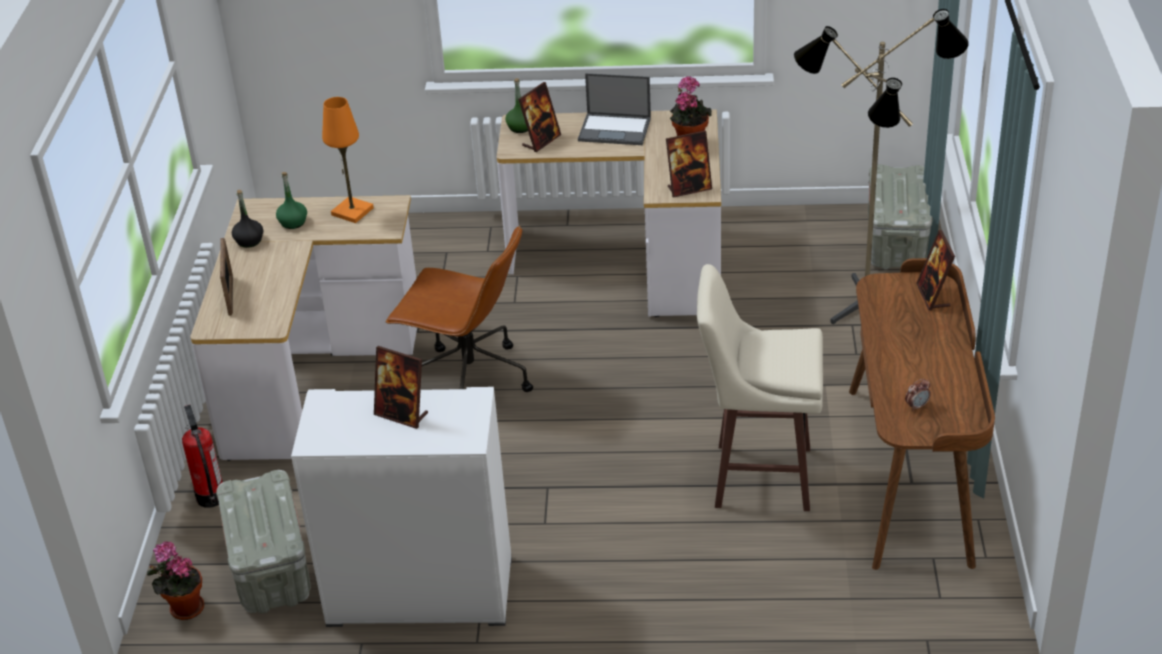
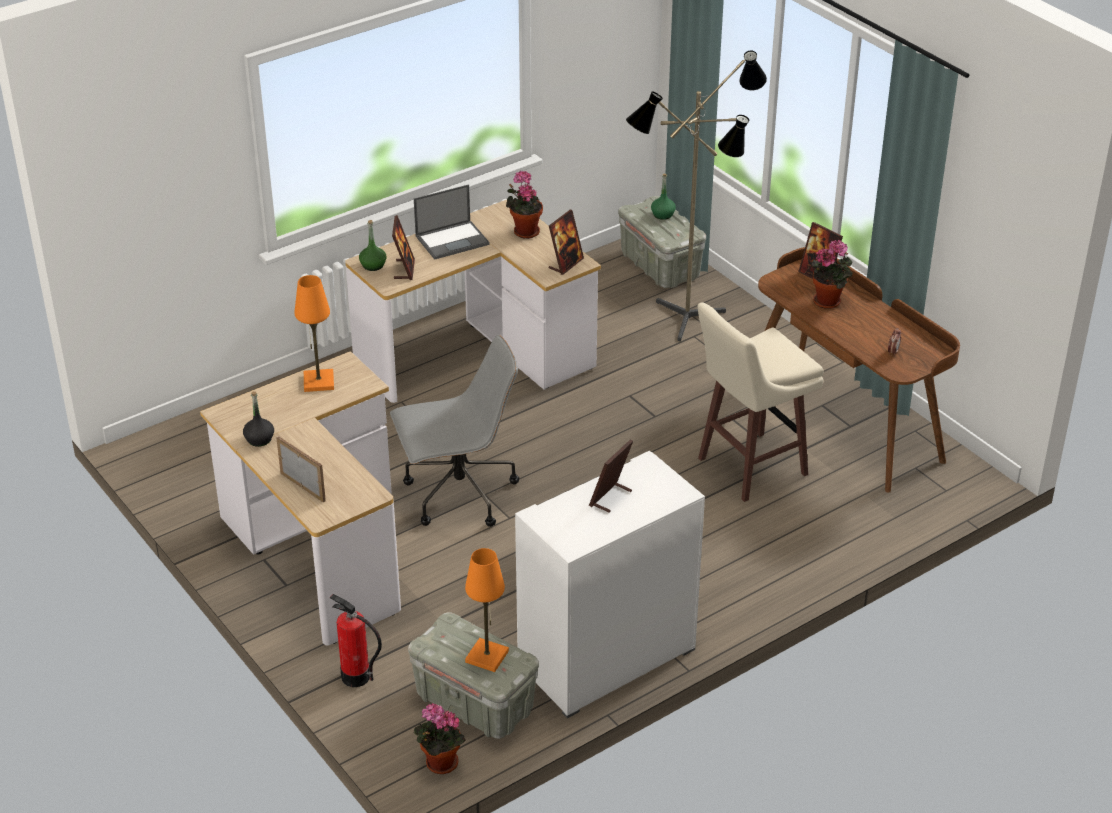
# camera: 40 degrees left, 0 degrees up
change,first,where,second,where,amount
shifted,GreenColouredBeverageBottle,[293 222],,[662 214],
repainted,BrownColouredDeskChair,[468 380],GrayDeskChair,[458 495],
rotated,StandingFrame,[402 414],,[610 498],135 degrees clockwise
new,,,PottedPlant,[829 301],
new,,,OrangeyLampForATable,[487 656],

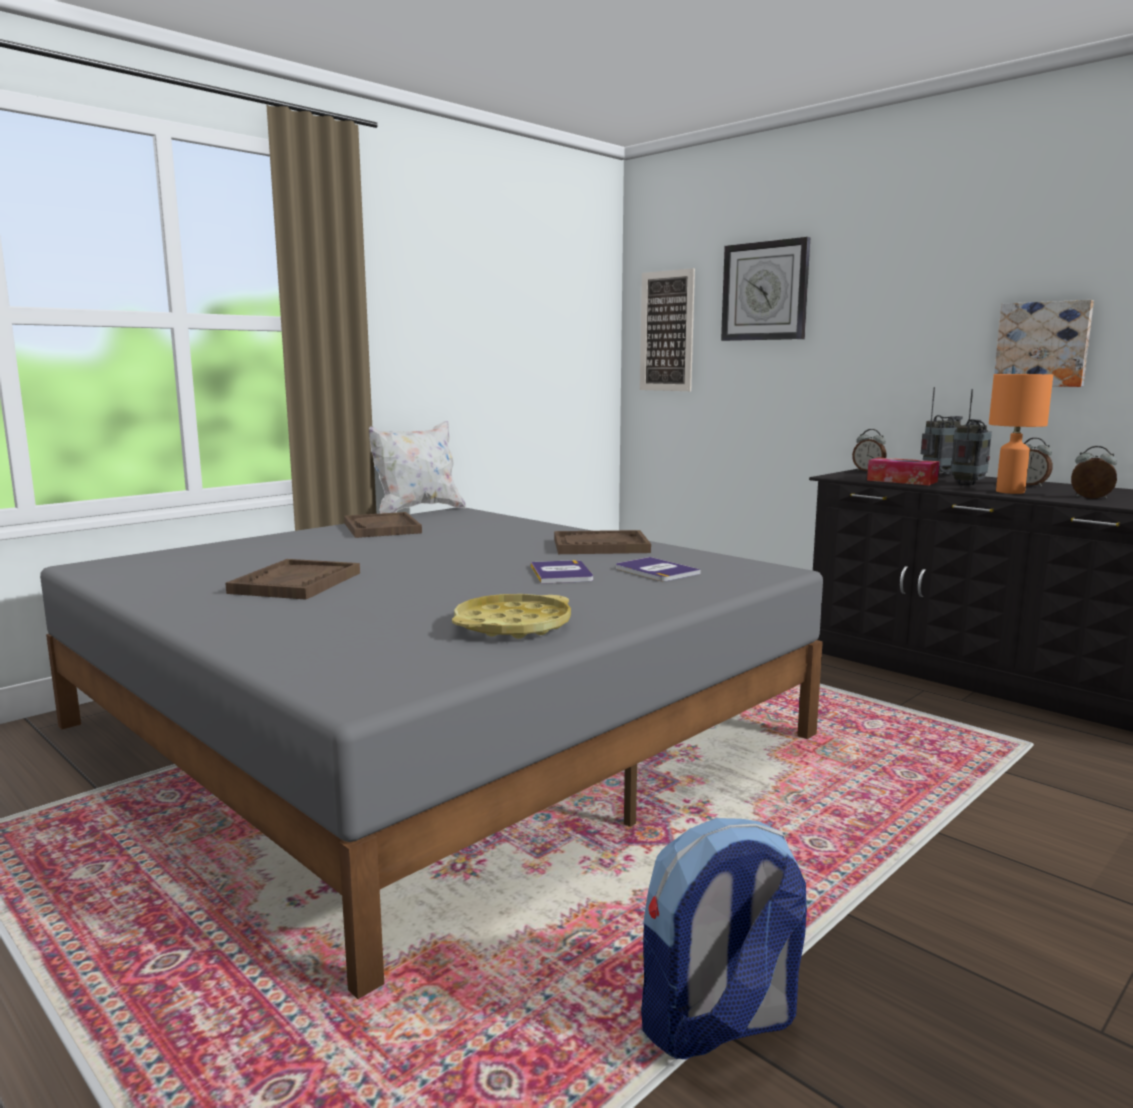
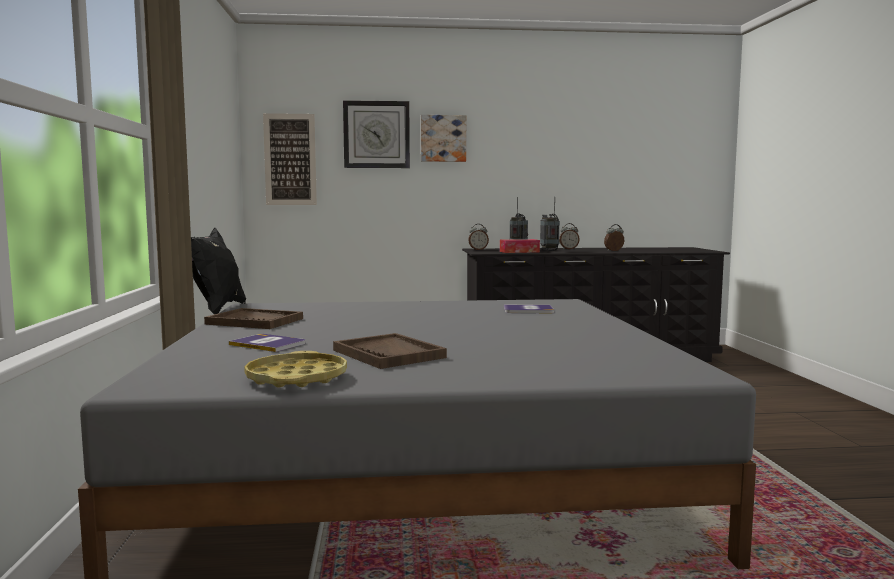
# camera: 50 degrees left, 5 degrees down
change,first,where,second,where,amount
shifted,Picture,[1043 344],,[443 138],
gone,OrangeyLampForATable,[1010 492],,,
repainted,WhiteColouredCushion,[417 510],BlackCushion,[216 309],
gone,BrownColouredTray,[600 546],,,
shifted,Volume,[561 573],,[268 344],
shifted,YellowTray,[512 626],,[296 378],
gone,Backpack,[718 1025],,,

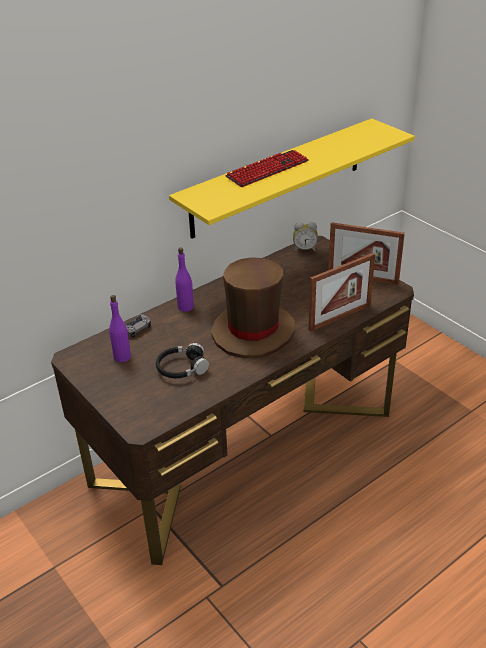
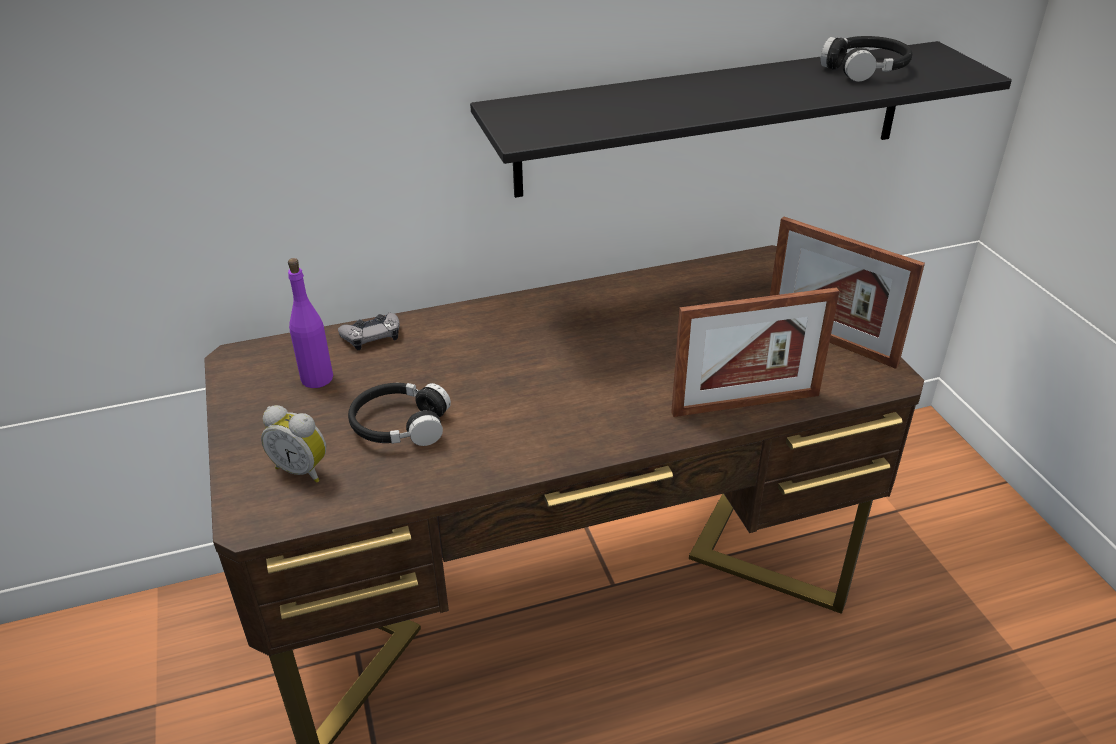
# camera: 20 degrees right, 0 degrees up
change,first,where,second,where,amount
repainted,YellowWallShelf,[278 177],BlackWallShelf,[714 119],
gone,ComputerKeyboard,[267 170],,,
shifted,BedsideClock,[305 249],,[303 469],
gone,PurplishBeverageBottle,[186 307],,,
gone,BrownColouredClothingHat,[253 332],,,
new,,,BlackHeadphones,[865 69],

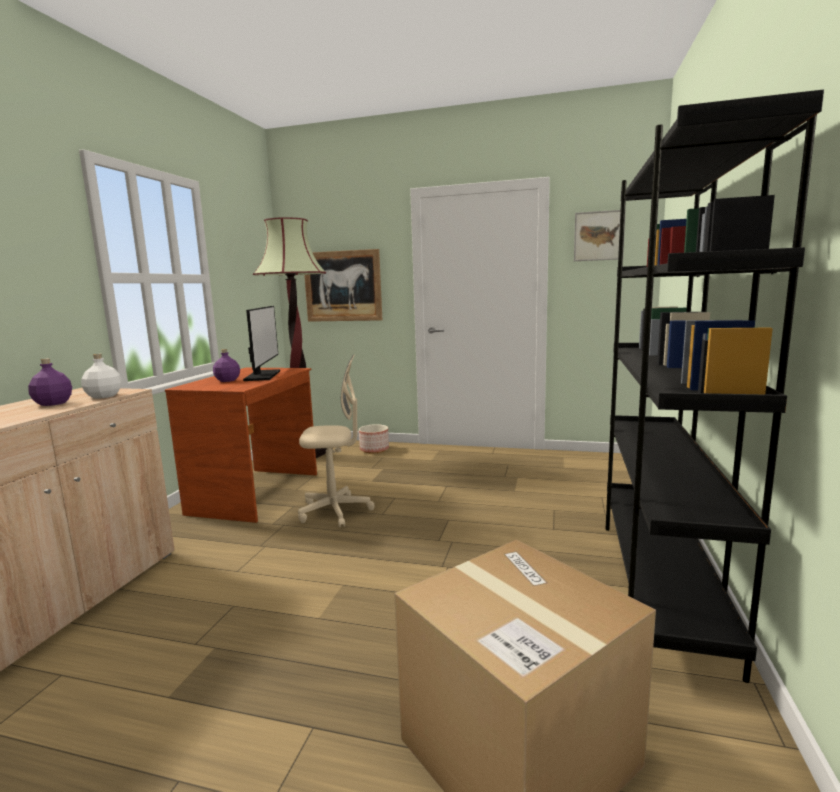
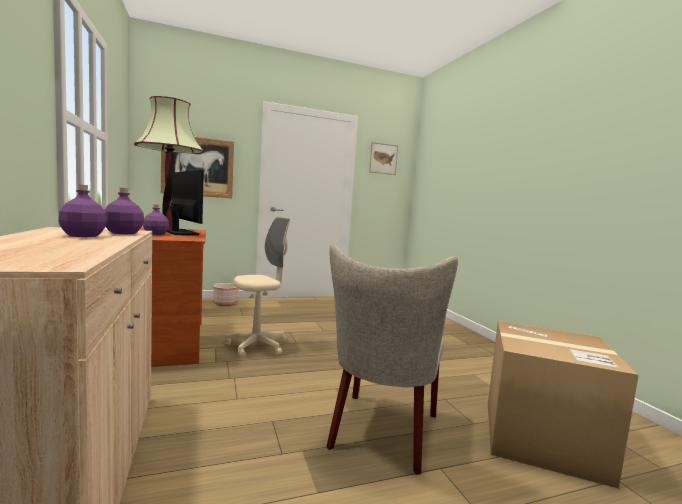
# camera: 35 degrees left, 5 degrees down
change,first,where,second,where,amount
gone,BlackBookcase,[658 579],,,
repainted,WhiteColouredBeverageBottle,[104 396],PurplishBeverageBottle,[123 233],
new,,,SandColouredPlainChair,[382 434],

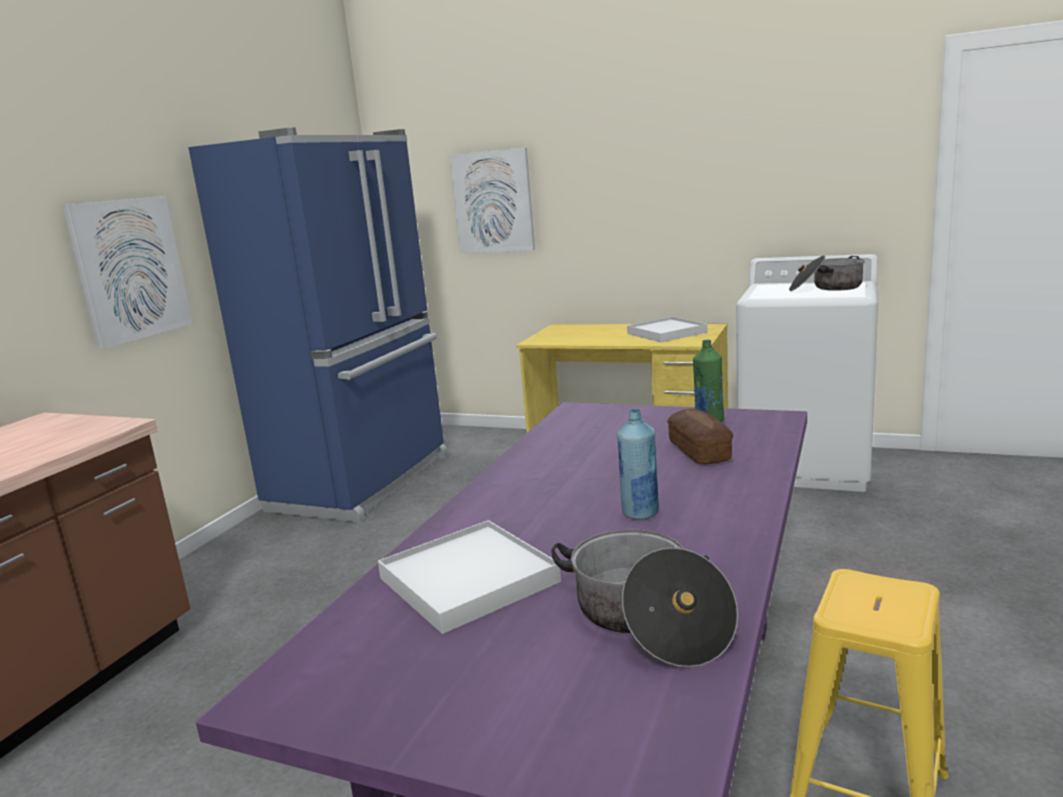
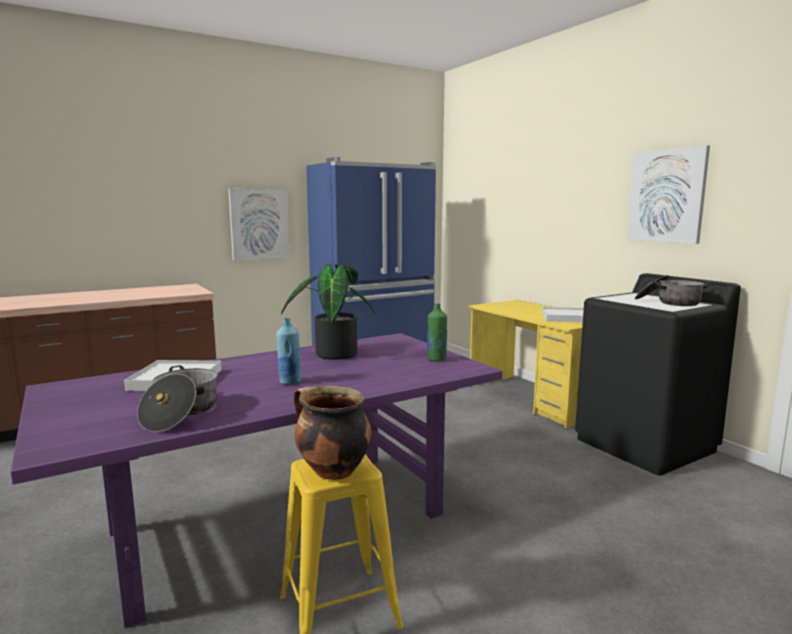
# camera: 35 degrees right, 5 degrees down
change,first,where,second,where,amount
shifted,Picture,[493 202],,[667 196],
repainted,WhiteColouredLaundryMachine,[807 465],BlackLaundryMachine,[645 445],
gone,Bread,[699 451],,,
new,,,PottedPlant,[332 353],
new,,,Saucepot,[331 471],

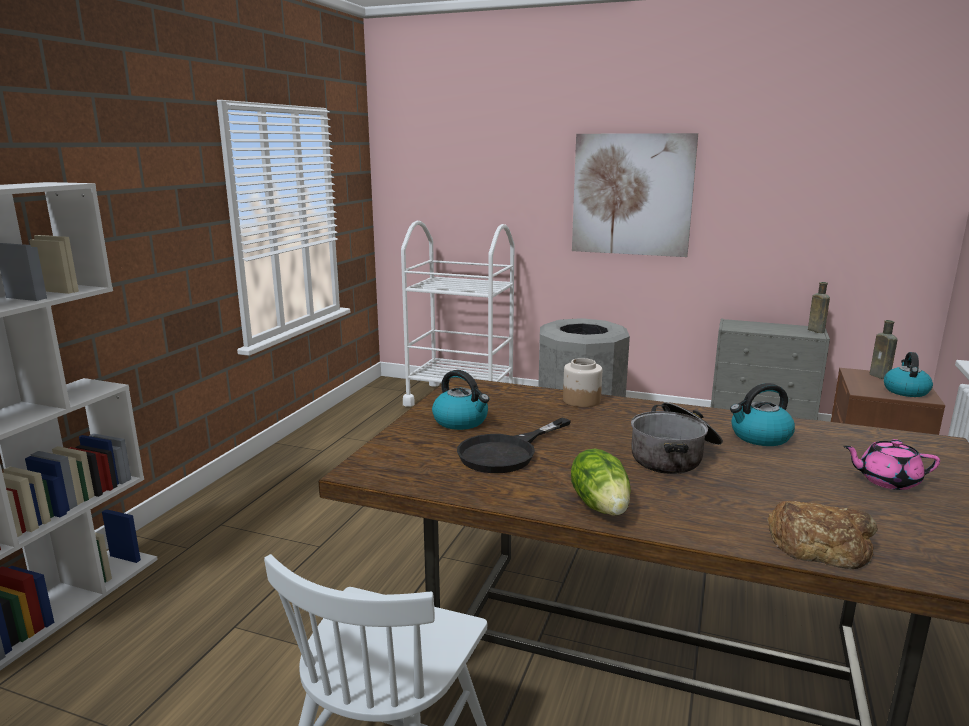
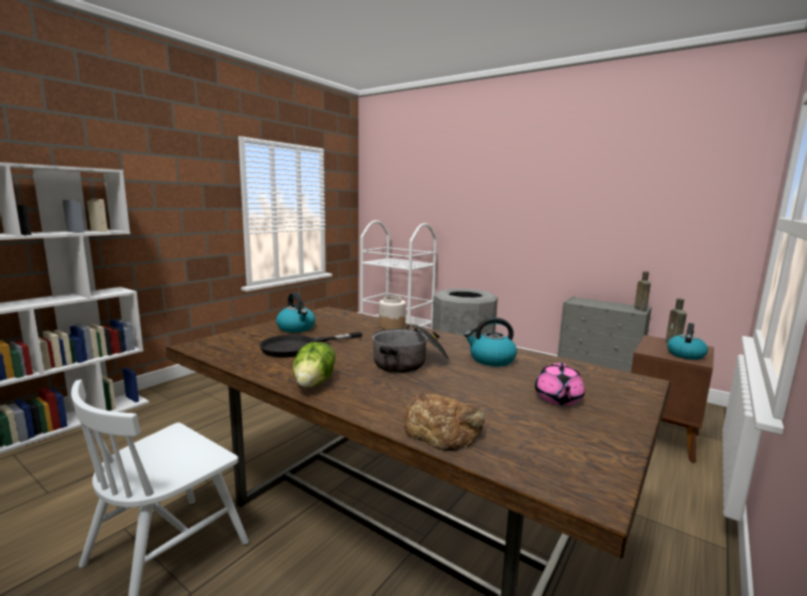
# camera: 15 degrees right, 5 degrees down
change,first,where,second,where,amount
gone,Picture,[632 195],,,
rotated,PinkTeapot,[886 480],,[558 399],105 degrees counterclockwise

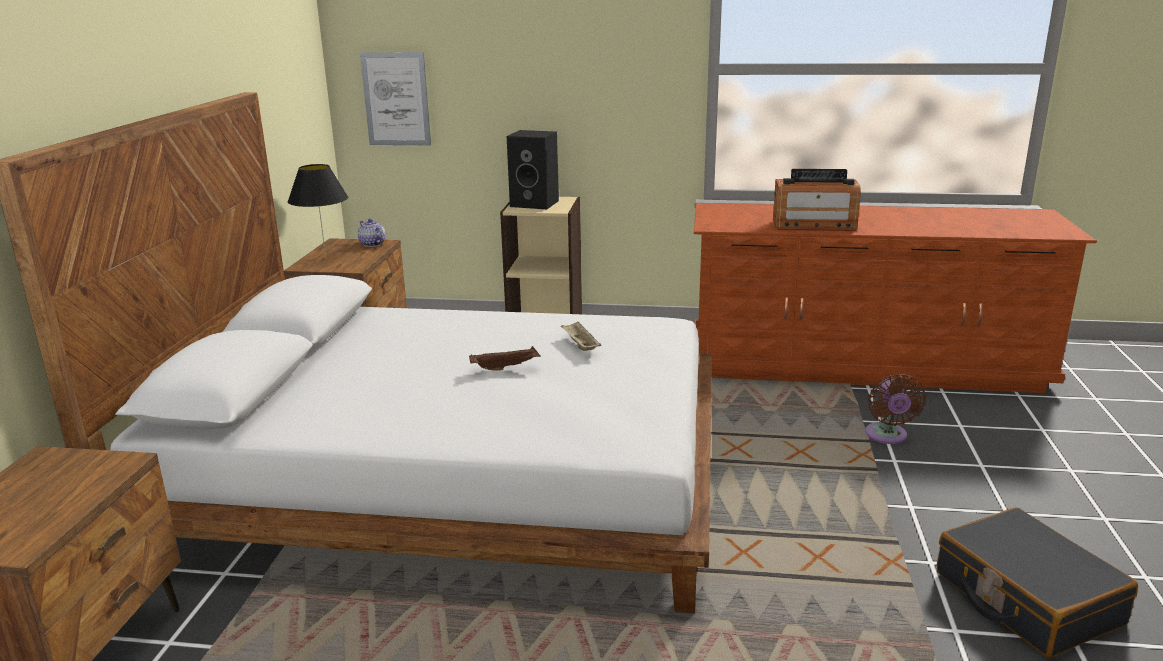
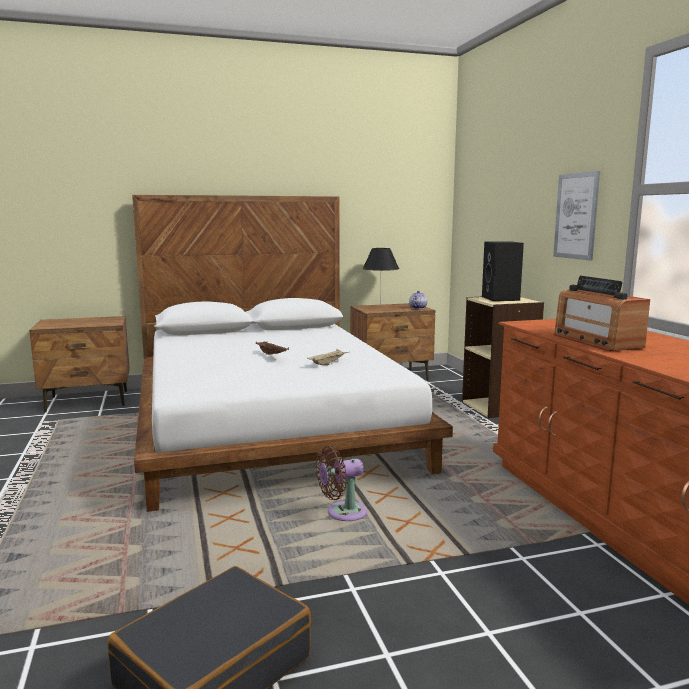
# camera: 65 degrees right, 10 degrees down
change,first,where,second,where,amount
shifted,Picture,[396 99],,[576 216],
shifted,BrownColouredCoolingFan,[887 436],,[342 513],

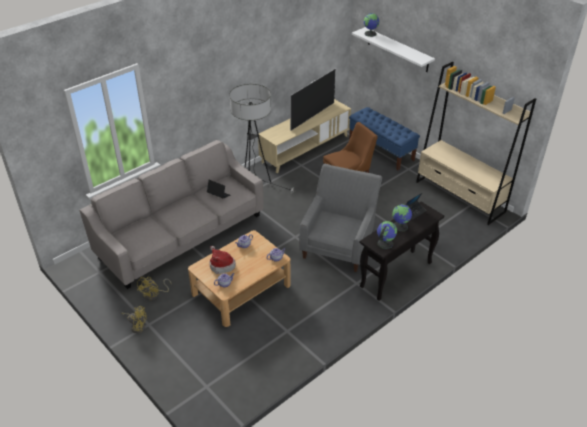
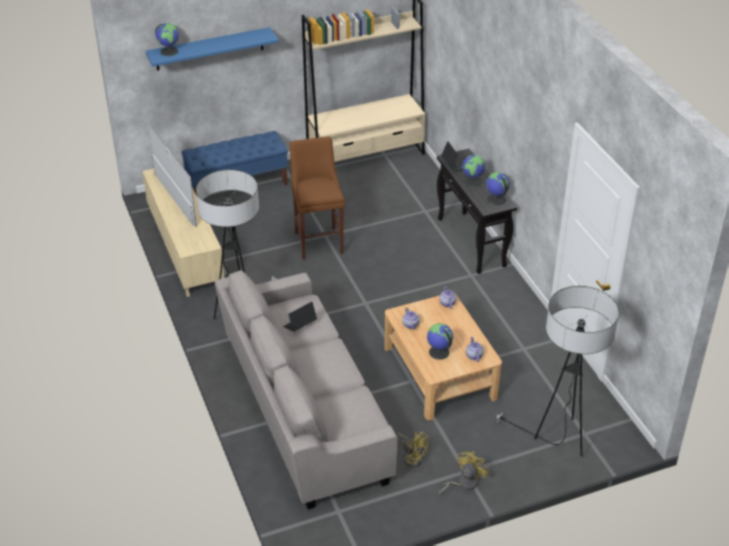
# camera: 70 degrees left, 0 degrees up
change,first,where,second,where,amount
repainted,WhiteColouredWallShelf,[397 49],BlueWallShelf,[209 49],
gone,GrayLoungeChair,[338 244],,,
swapped,ClothingHat,[221 265],Globe,[438 352],
new,,,StandardLamp,[559 439],

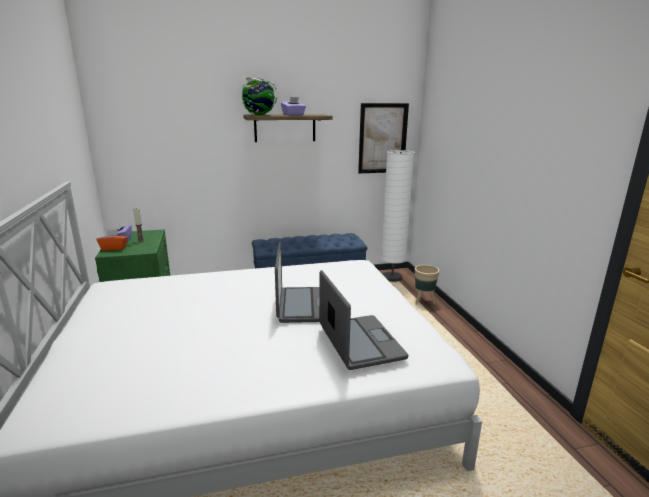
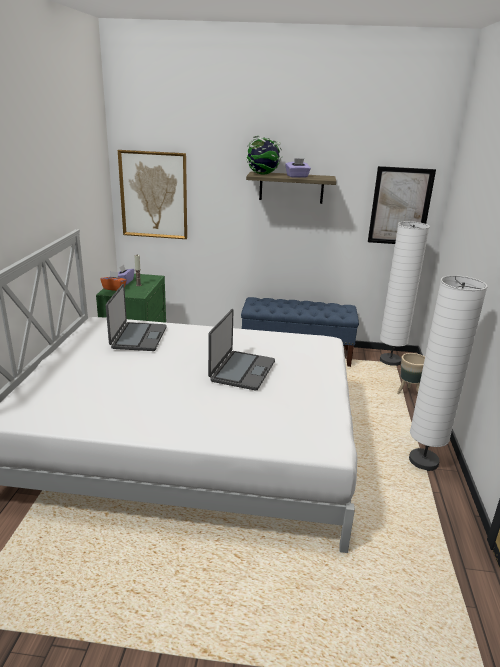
# camera: 20 degrees right, 5 degrees up
change,first,where,second,where,amount
shifted,NotebookComputer,[359 342],,[138 337],
new,,,Picture,[154 195],
new,,,WhiteColouredStandardLamp,[423 461],

